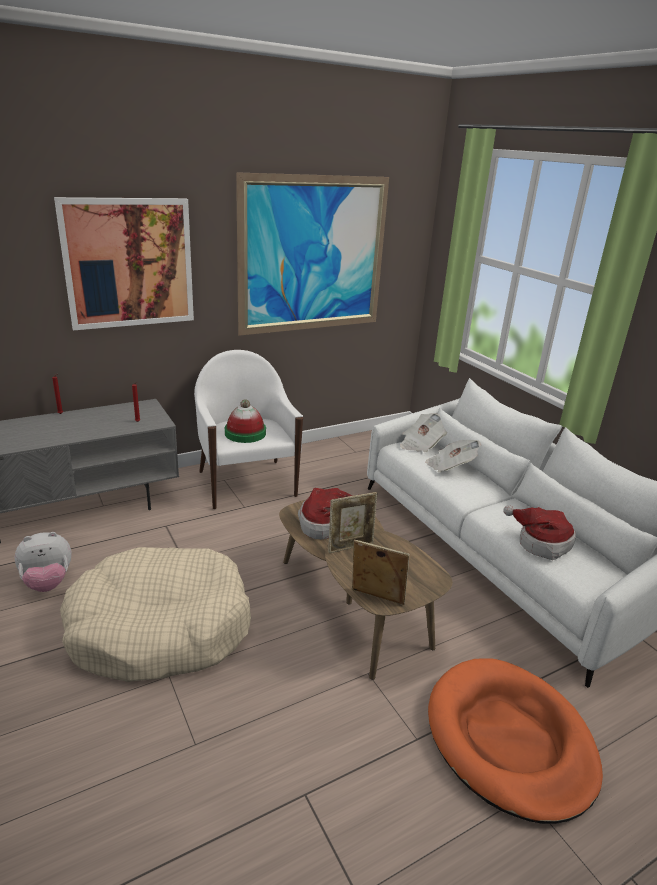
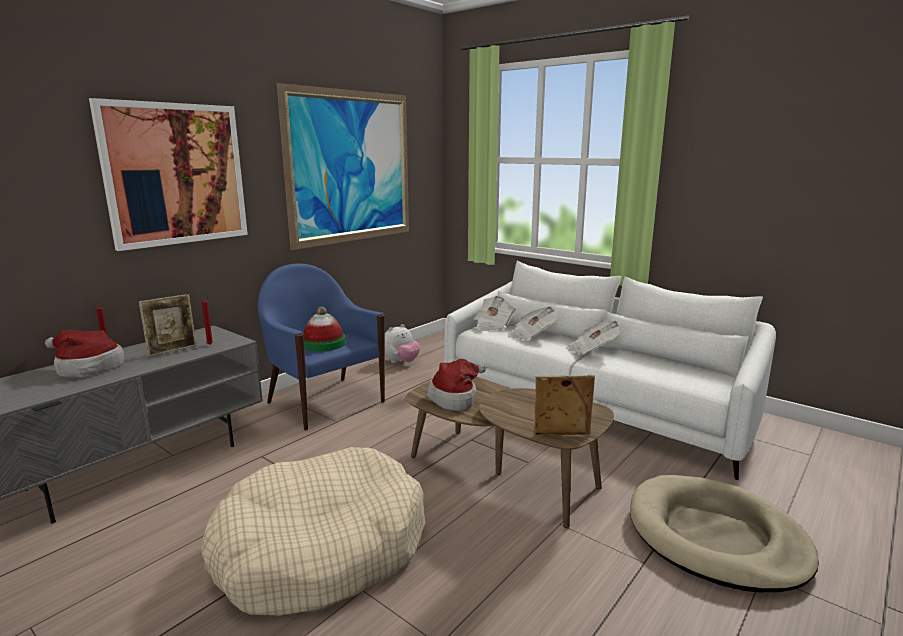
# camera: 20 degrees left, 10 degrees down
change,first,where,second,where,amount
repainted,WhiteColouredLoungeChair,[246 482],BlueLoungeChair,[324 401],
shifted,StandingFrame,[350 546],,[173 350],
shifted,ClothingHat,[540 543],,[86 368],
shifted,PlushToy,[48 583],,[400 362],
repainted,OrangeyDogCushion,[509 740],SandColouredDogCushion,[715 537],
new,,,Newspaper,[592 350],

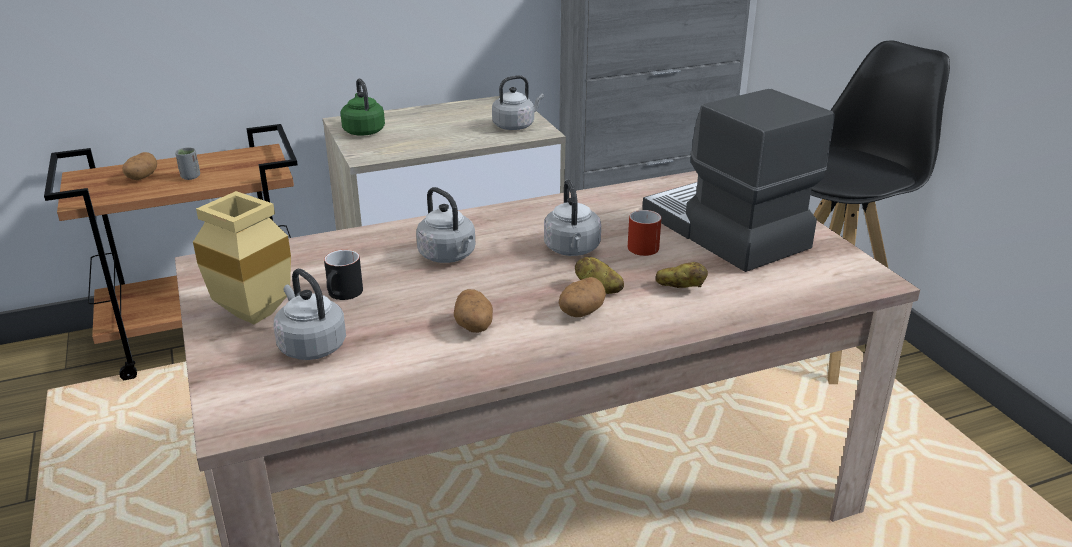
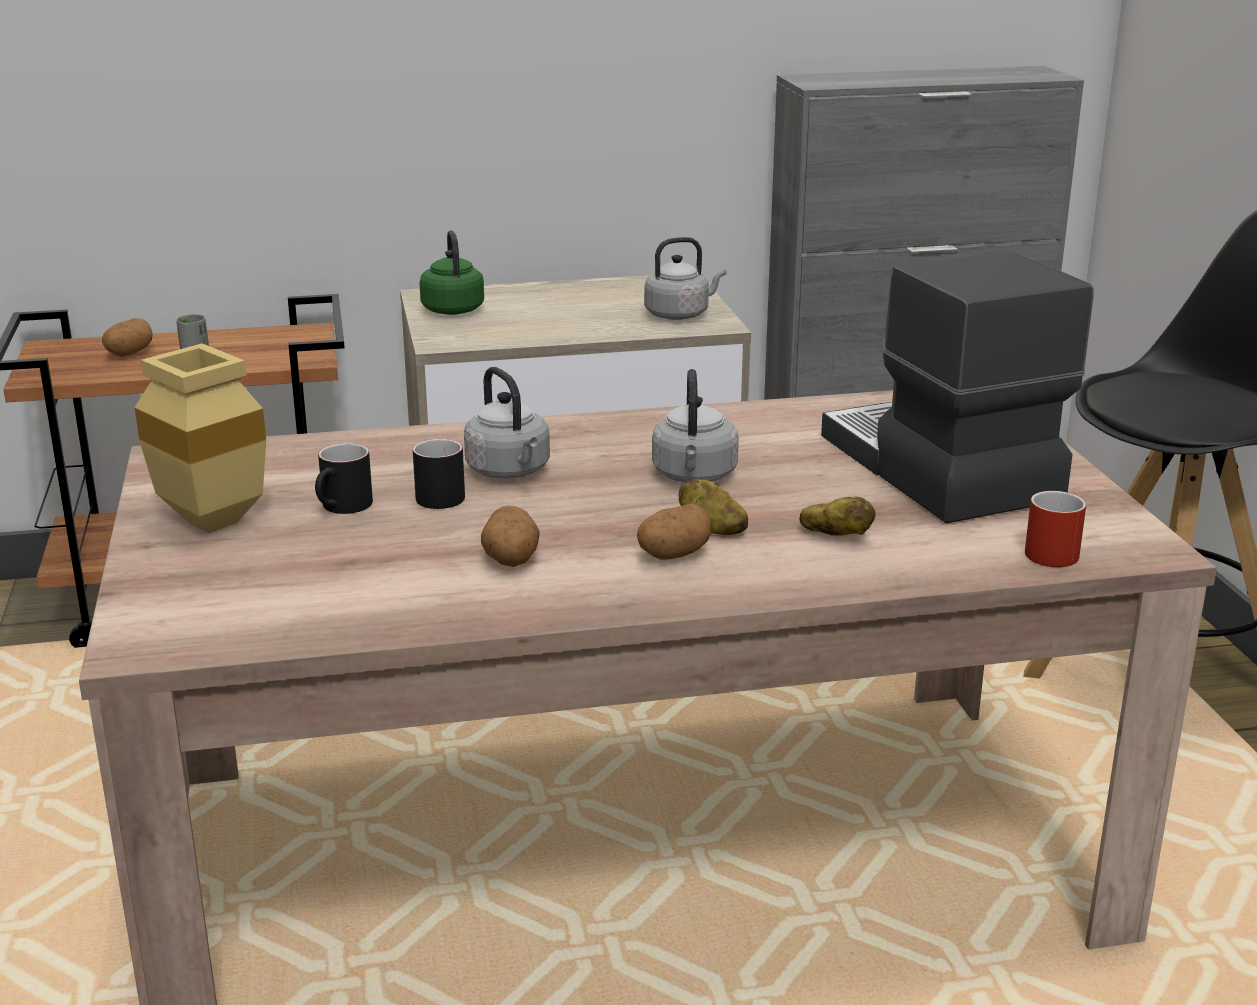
# camera: 10 degrees right, 5 degrees down
change,first,where,second,where,amount
shifted,RedColouredCoffeeMug,[640 245],,[1047 550],
gone,GrayTeaKettle,[310 345],,,
new,,,BlackCoffeeMug,[437 495],

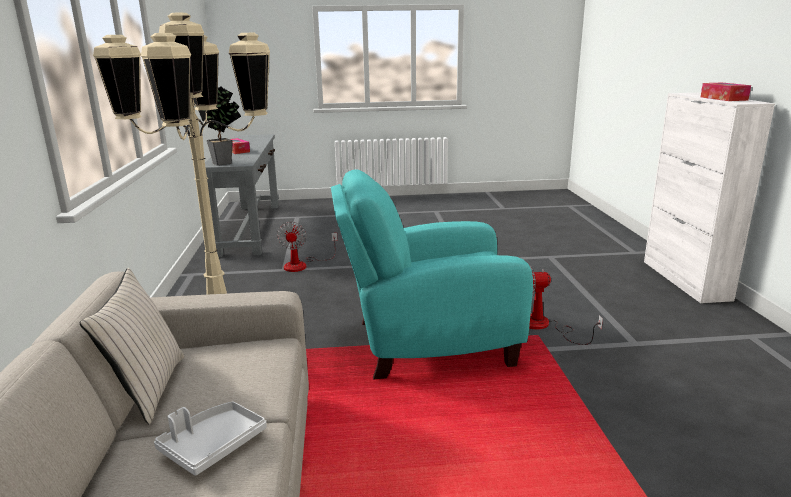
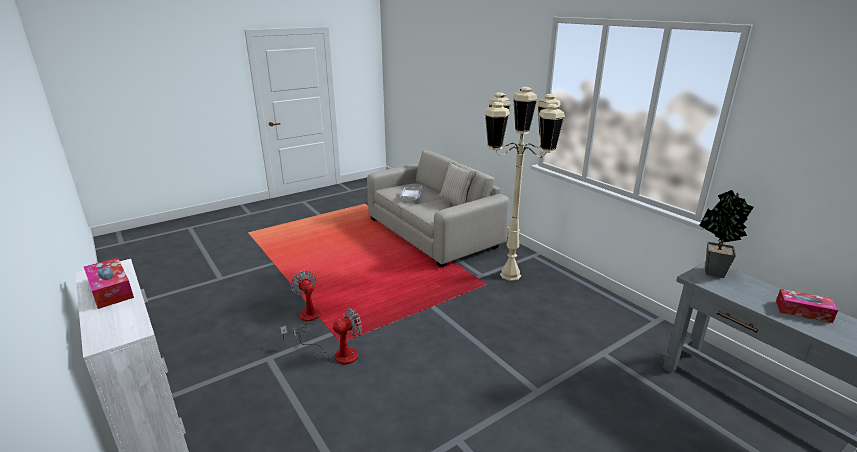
# camera: 150 degrees right, 5 degrees up
change,first,where,second,where,amount
gone,TurquoiseLoungeChair,[427 343],,,
shifted,CoolingFan,[302 265],,[306 319],

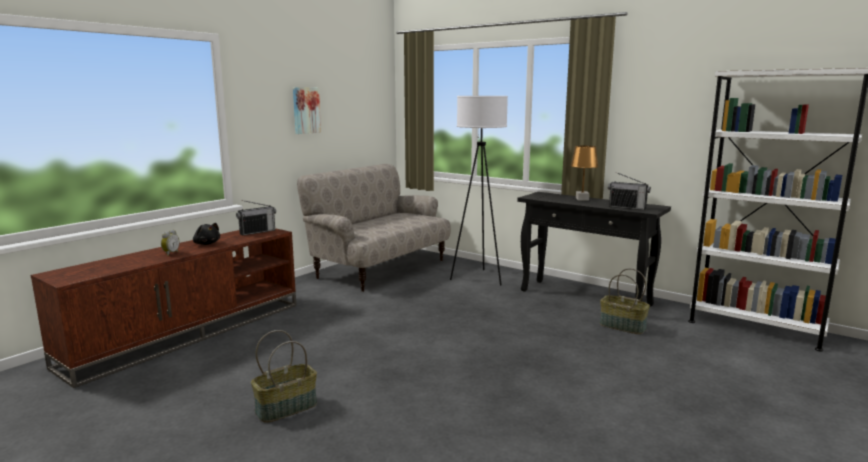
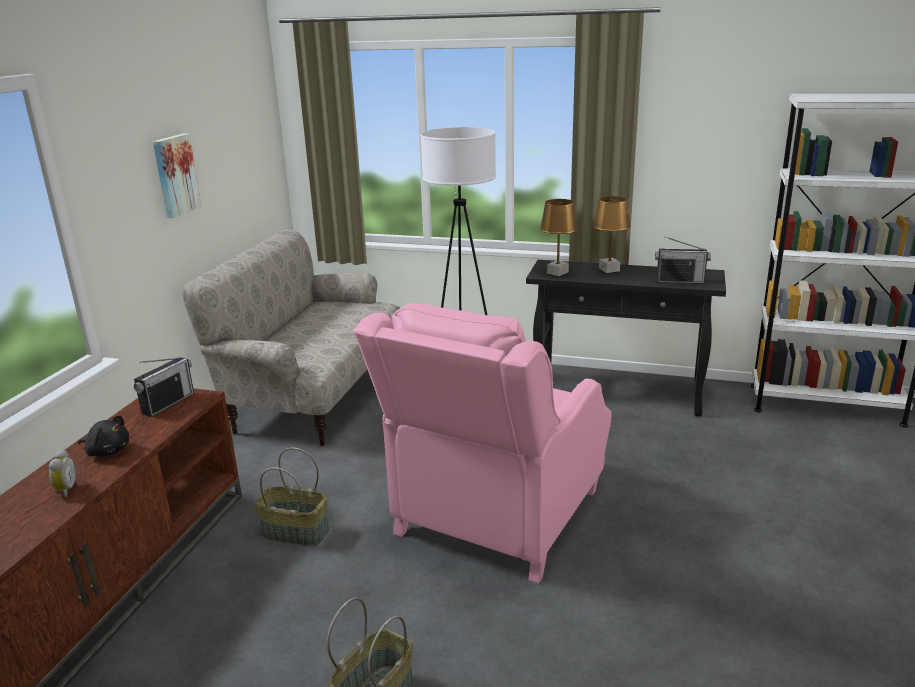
# camera: 20 degrees left, 10 degrees up
change,first,where,second,where,amount
shifted,HouseholdBasket,[622 326],,[294 533],
new,,,BrownColouredLampForATable,[557 273],
new,,,PinkLoungeChair,[496 516],

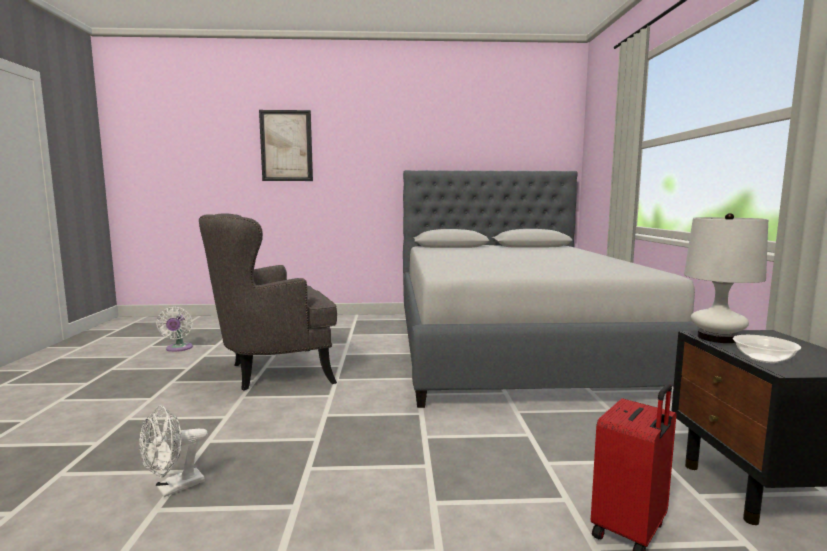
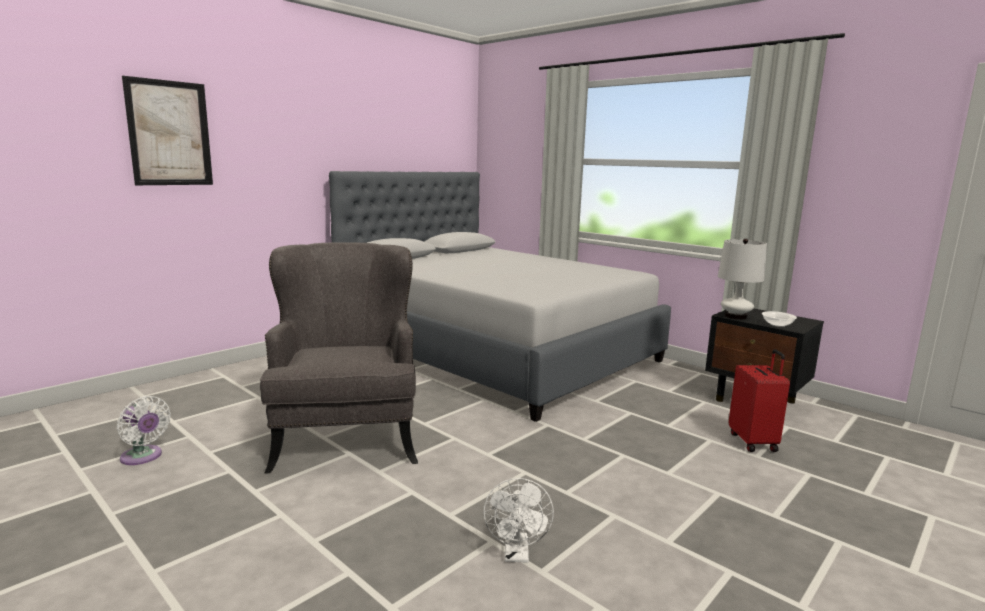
# camera: 45 degrees left, 5 degrees up
change,first,where,second,where,amount
rotated,GrayLoungeChair,[273 372],,[347 438],150 degrees clockwise

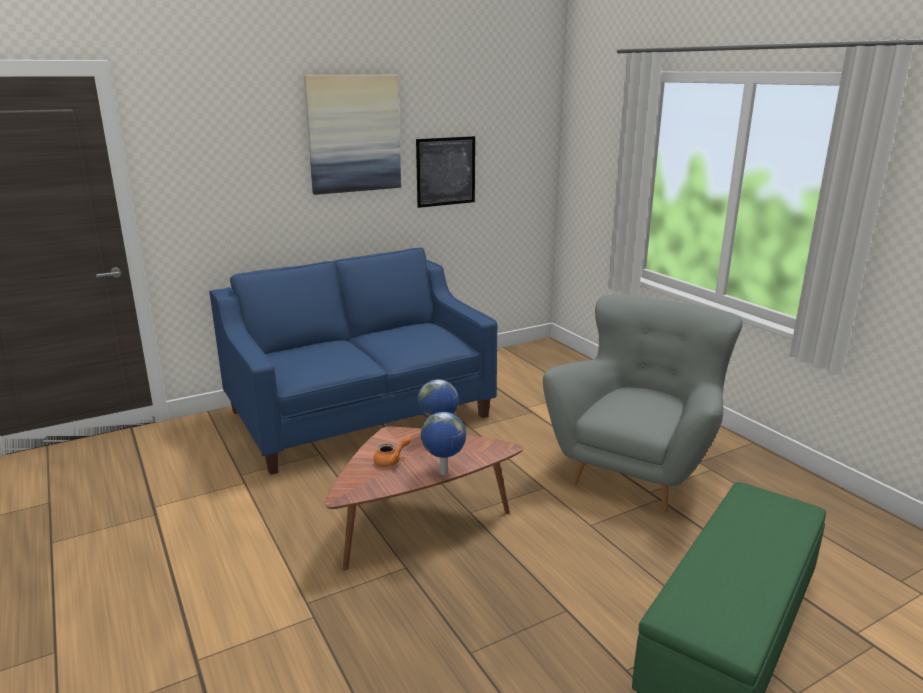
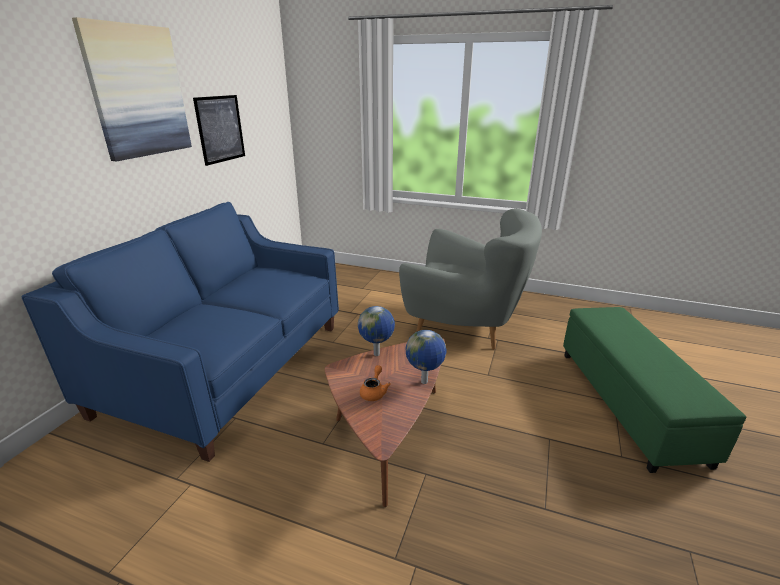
# camera: 40 degrees left, 5 degrees up
change,first,where,second,where,amount
rotated,GrayLoungeChair,[637 469],,[464 326],120 degrees clockwise

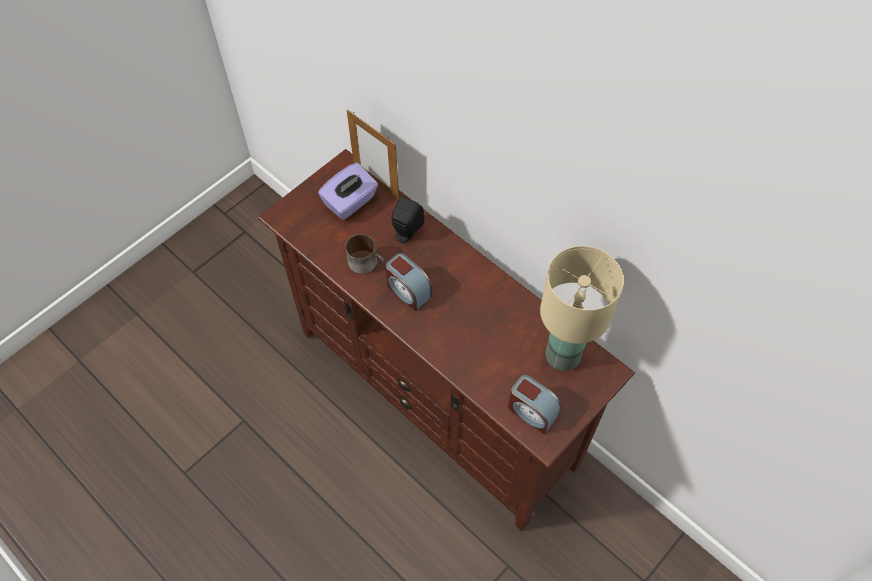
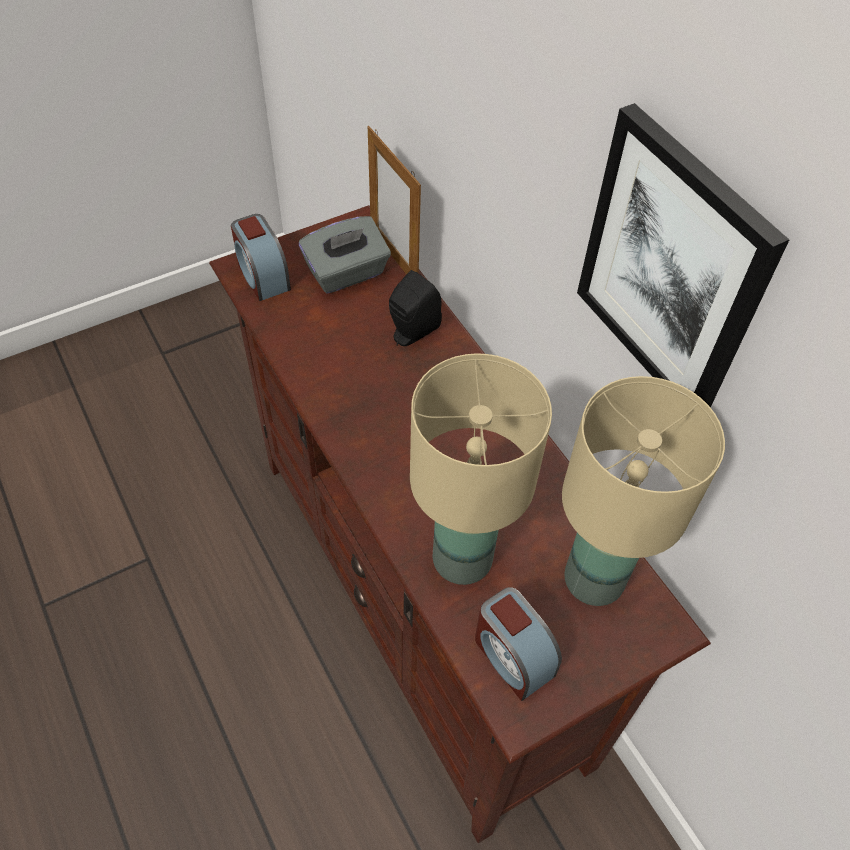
# camera: 15 degrees right, 5 degrees down
change,first,where,second,where,amount
repainted,PurplishBoxOfTissues,[350 202],GrayBoxOfTissues,[347 273],
gone,CoffeeMug,[367 262],,,
shifted,BedsideClock,[408 290],,[262 276],
new,,,Picture,[672 267],
new,,,SandColouredLampForATable,[461 557],

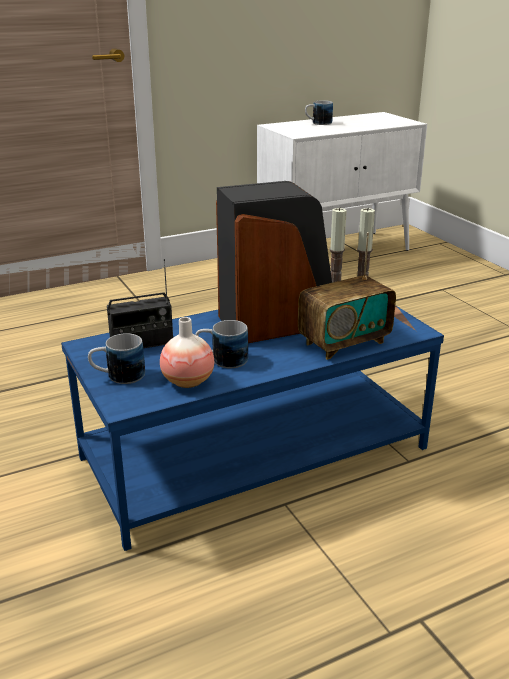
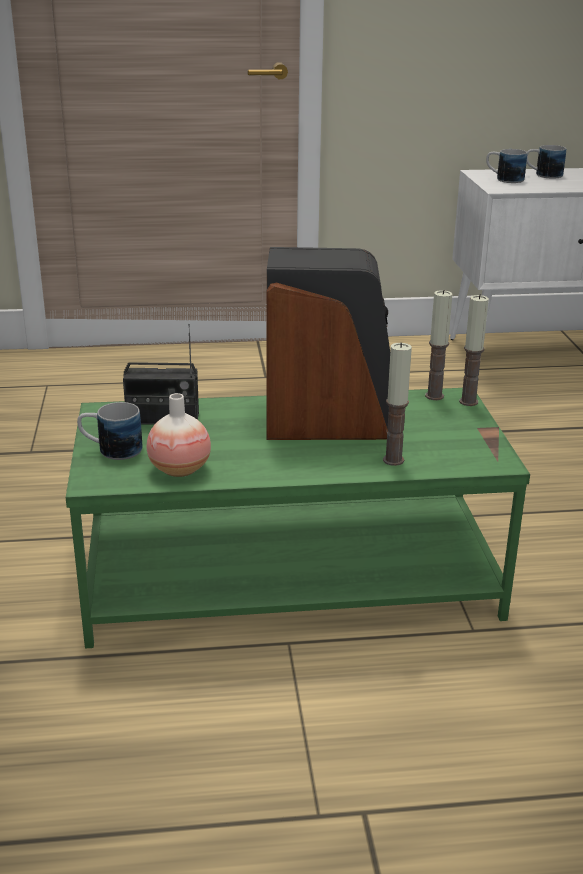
# camera: 20 degrees right, 0 degrees up
change,first,where,second,where,amount
swapped,RadioSet,[344 343],Candle,[393 460],
repainted,BlueLowTable,[255 451],GreenColouredLowTable,[291 576],
shifted,CoffeeMug,[222 360],,[504 179],

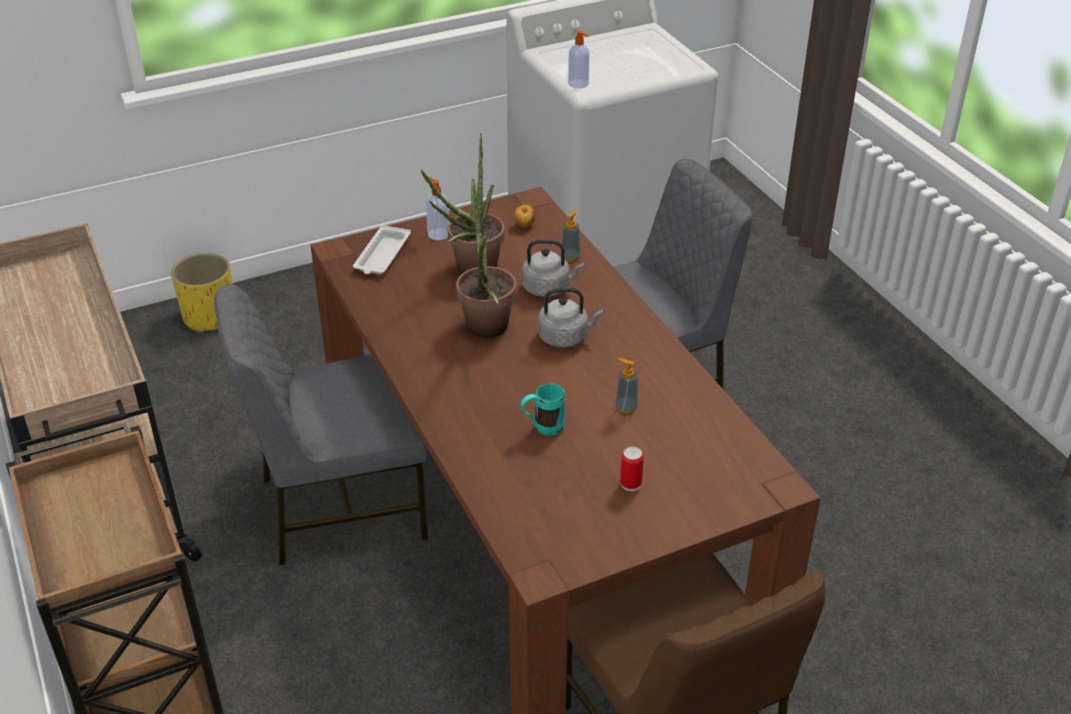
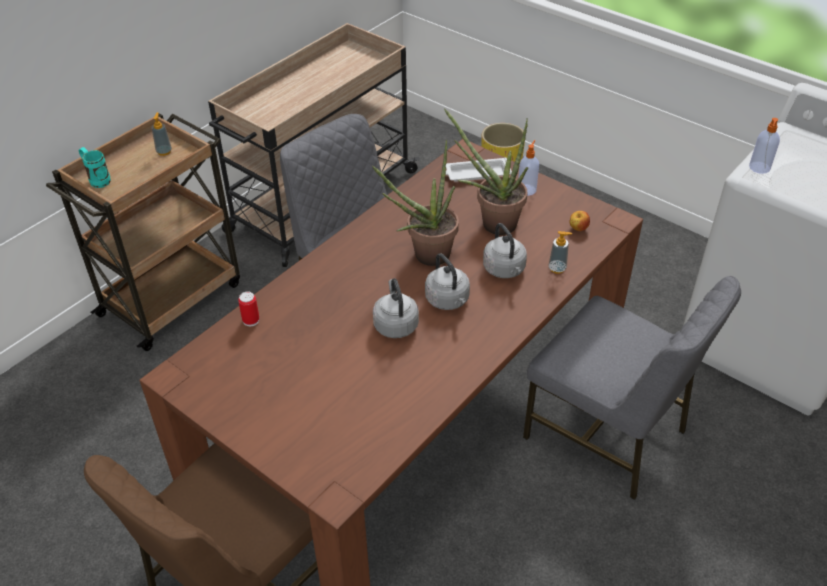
# camera: 65 degrees right, 5 degrees up
change,first,where,second,where,amount
shifted,LiquidSoapBottle,[626 407],,[164 151],
shifted,TurquoiseCoffeeMug,[542 428],,[97 179],
shifted,MetalCan,[630 484],,[251 320],
new,,,GrayTeaKettle,[395 324],

